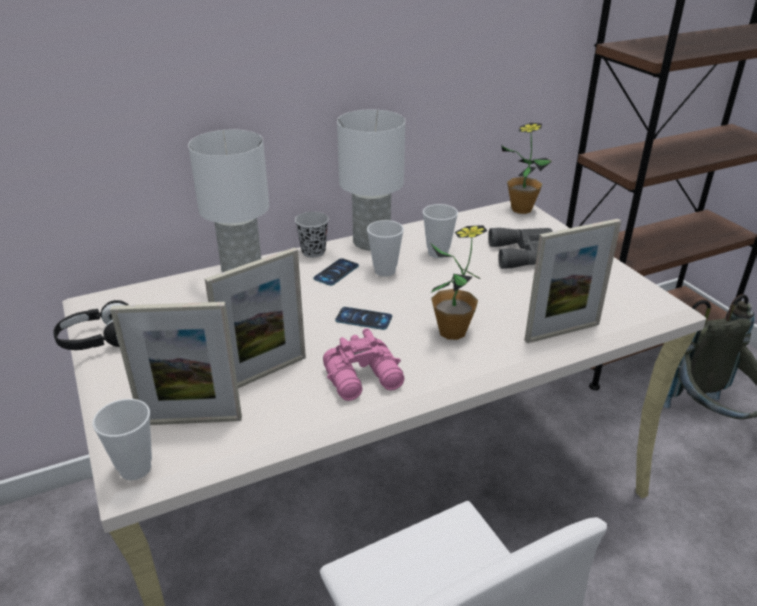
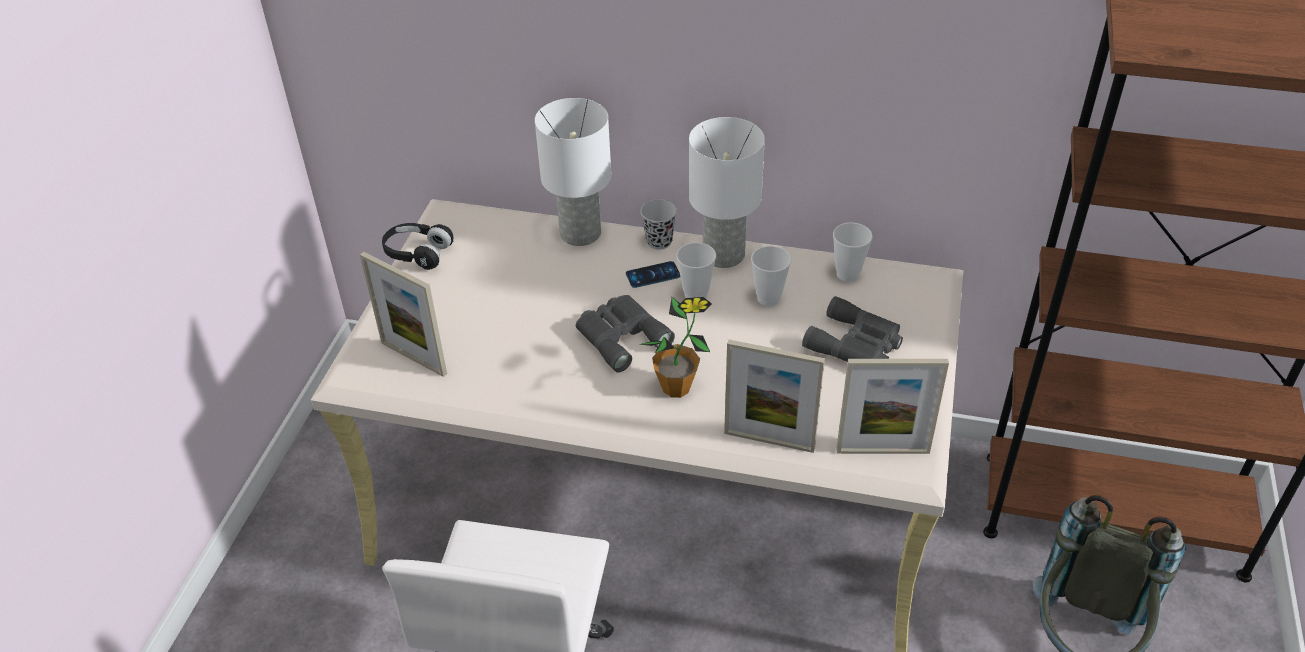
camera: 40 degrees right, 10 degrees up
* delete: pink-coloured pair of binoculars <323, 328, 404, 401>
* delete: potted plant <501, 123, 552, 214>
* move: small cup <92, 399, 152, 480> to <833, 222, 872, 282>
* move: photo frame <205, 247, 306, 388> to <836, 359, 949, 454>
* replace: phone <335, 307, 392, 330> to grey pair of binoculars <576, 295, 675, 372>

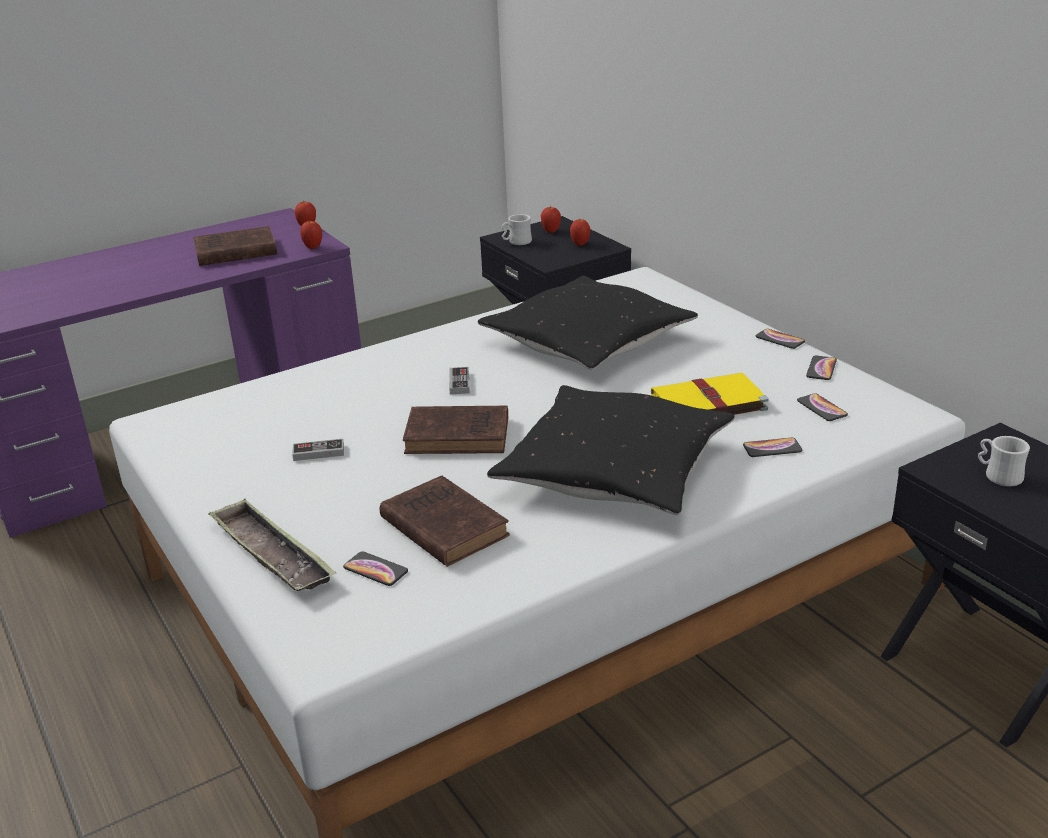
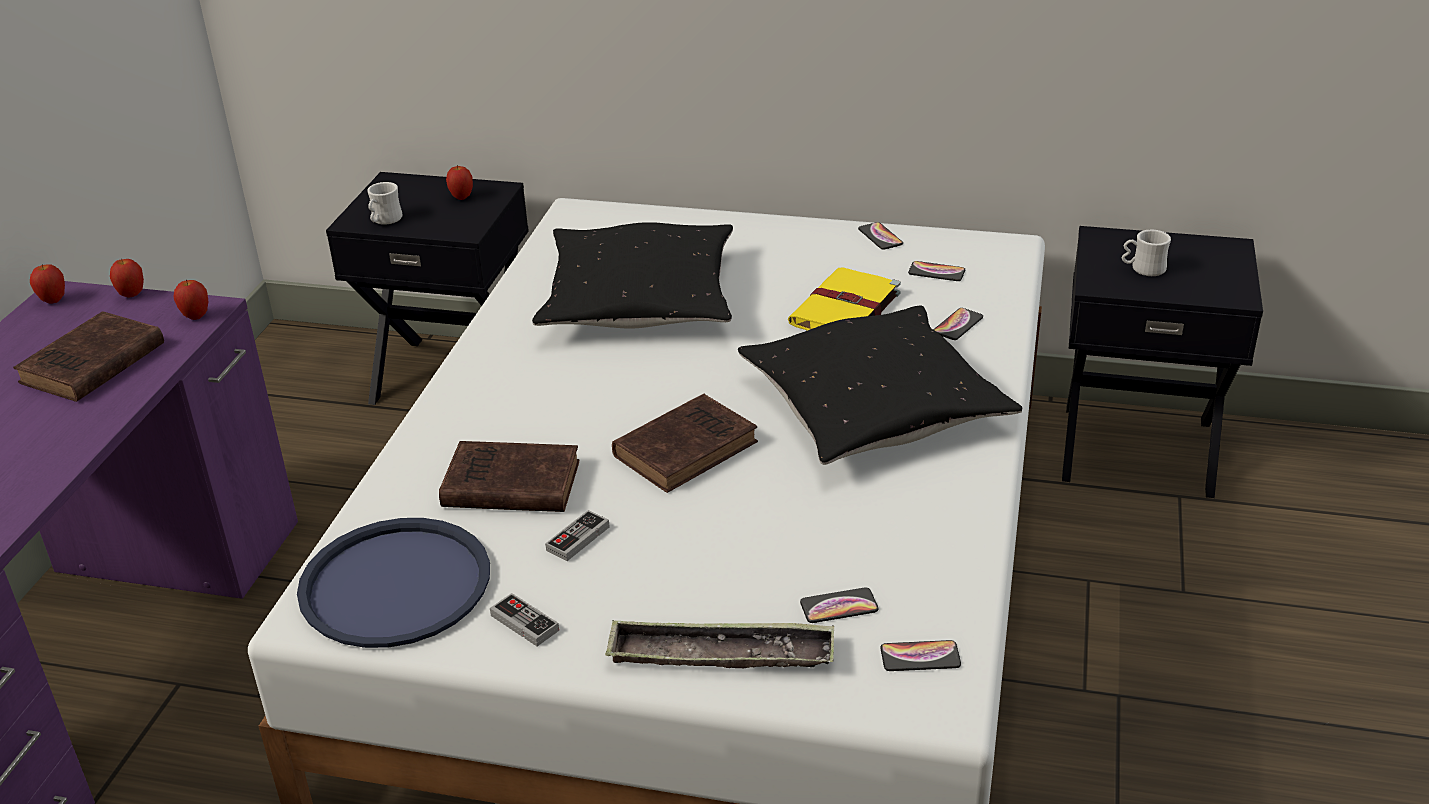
camera: 45 degrees left, 5 degrees up
* insert: bluish tray <297, 518, 490, 648>
* move: brownish volume <380, 476, 510, 567> to <439, 441, 580, 512>
* move: game controller <449, 367, 470, 395> to <490, 593, 559, 646>
* move: apple fruit <541, 205, 561, 233> to <30, 264, 65, 303>
* move: phone <755, 329, 805, 349> to <881, 640, 961, 671>

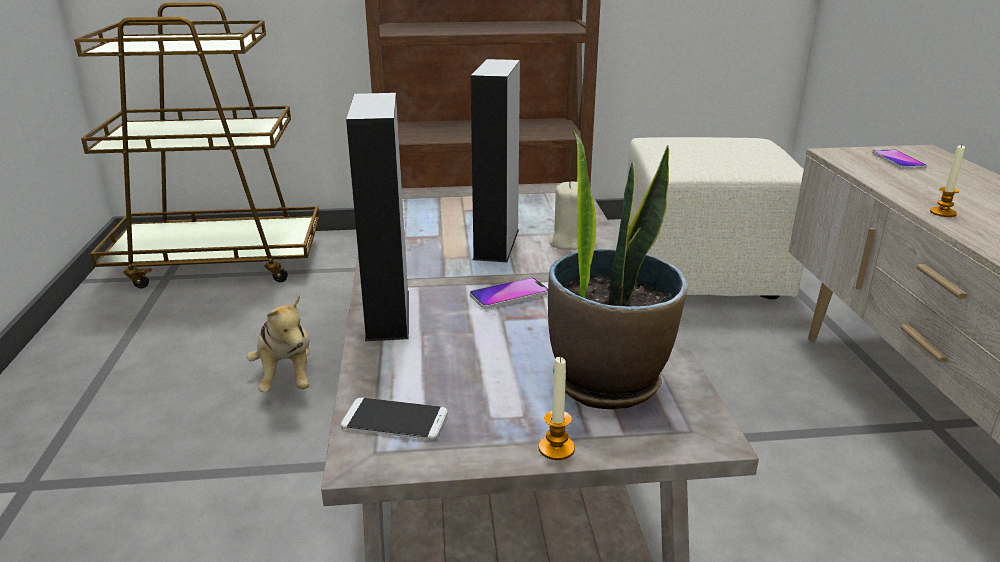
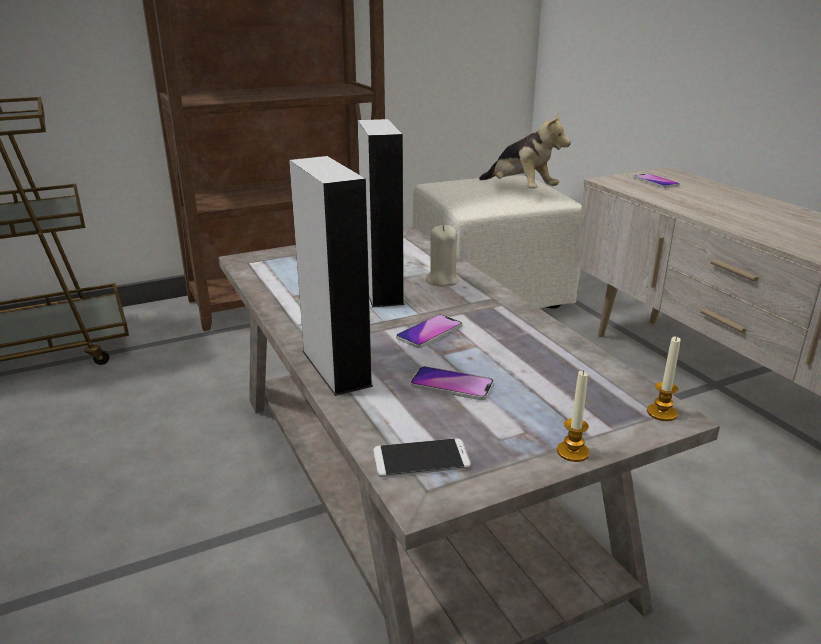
camera: 20 degrees left, 0 degrees up
* delete: potted plant <548, 130, 688, 409>
* insert: phone <410, 366, 494, 400>
* move: plush toy <247, 294, 310, 392> to <479, 113, 571, 189>
* move: wax candle <930, 145, 965, 217> to <647, 336, 681, 421>

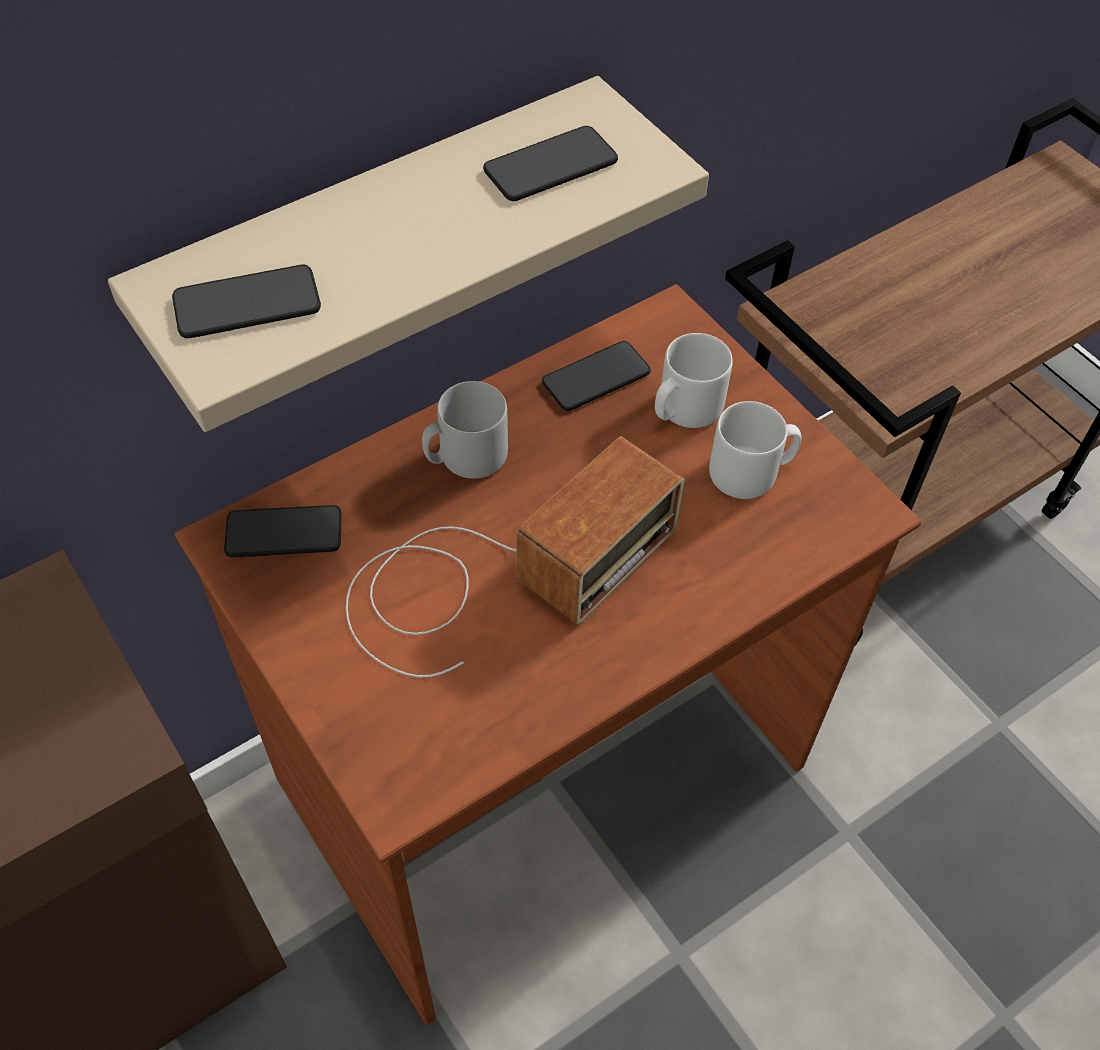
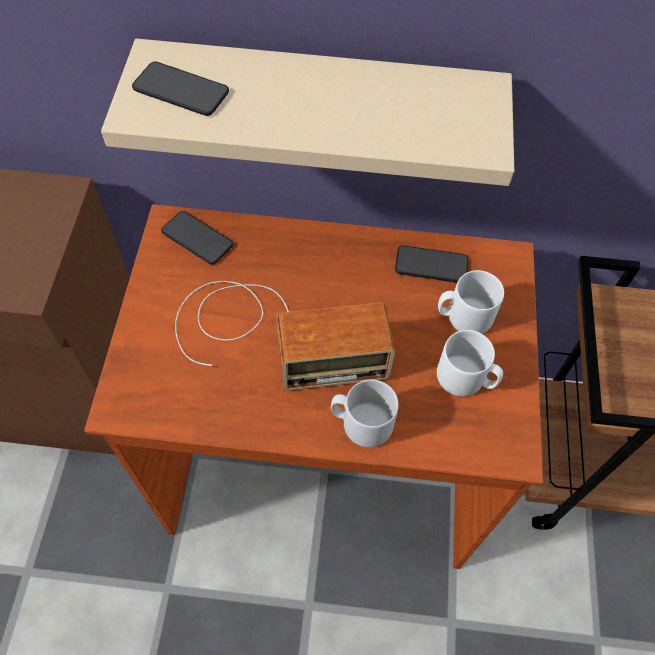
camera: 40 degrees right, 5 degrees up
* delete: phone <483, 126, 618, 201>
* move: grey mug <422, 381, 508, 479> to <331, 379, 399, 447>

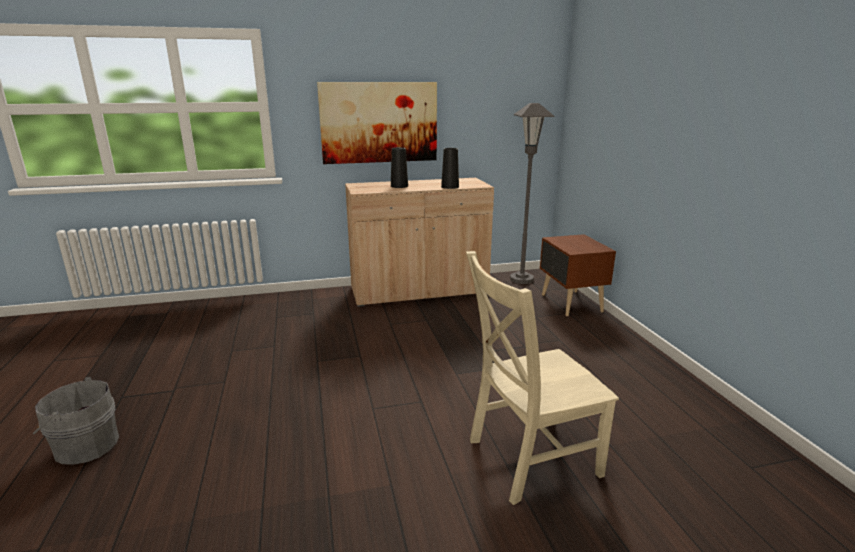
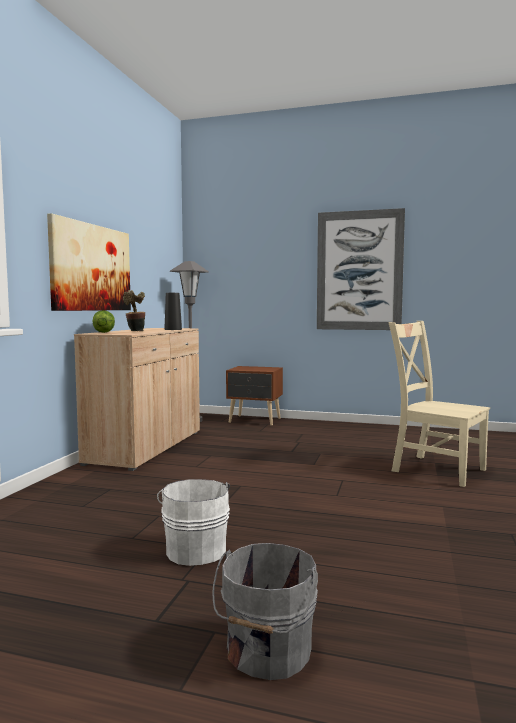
camera: 60 degrees left, 15 degrees down
* insert: lettuce head <93, 310, 115, 333>
* insert: whitish pail <157, 479, 230, 566>
* insert: wall art <317, 208, 405, 330>
* replace: black vase <391, 147, 408, 188> to potted plant <123, 290, 145, 331>
* rotate: sand-coloured plain chair <466, 251, 619, 505> = <388, 321, 490, 487> 120 degrees clockwise

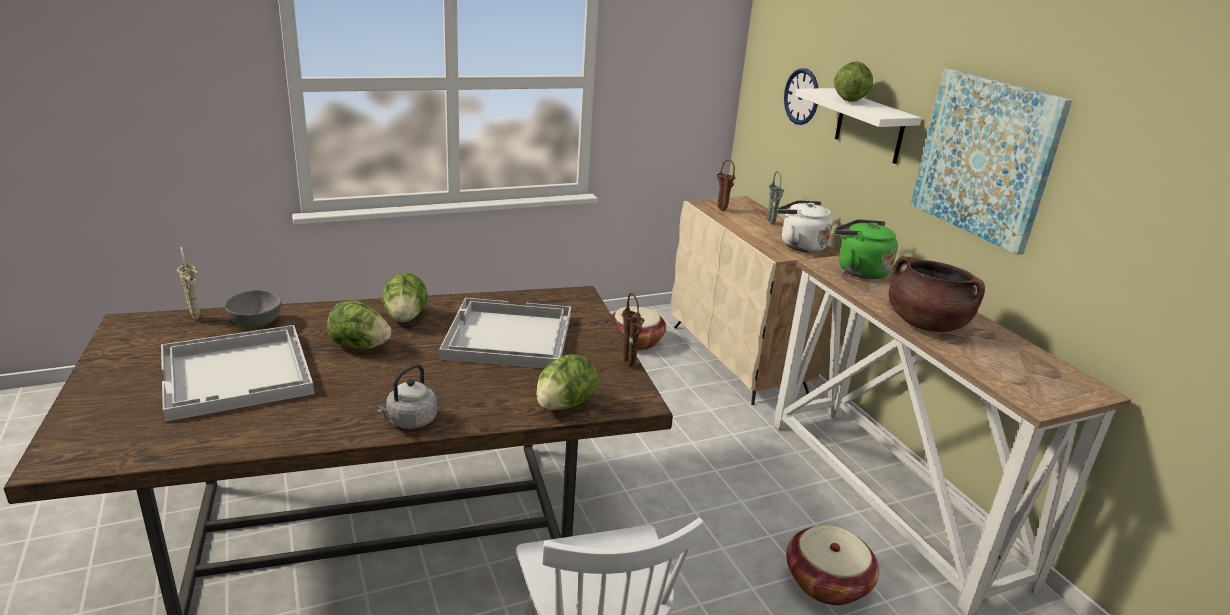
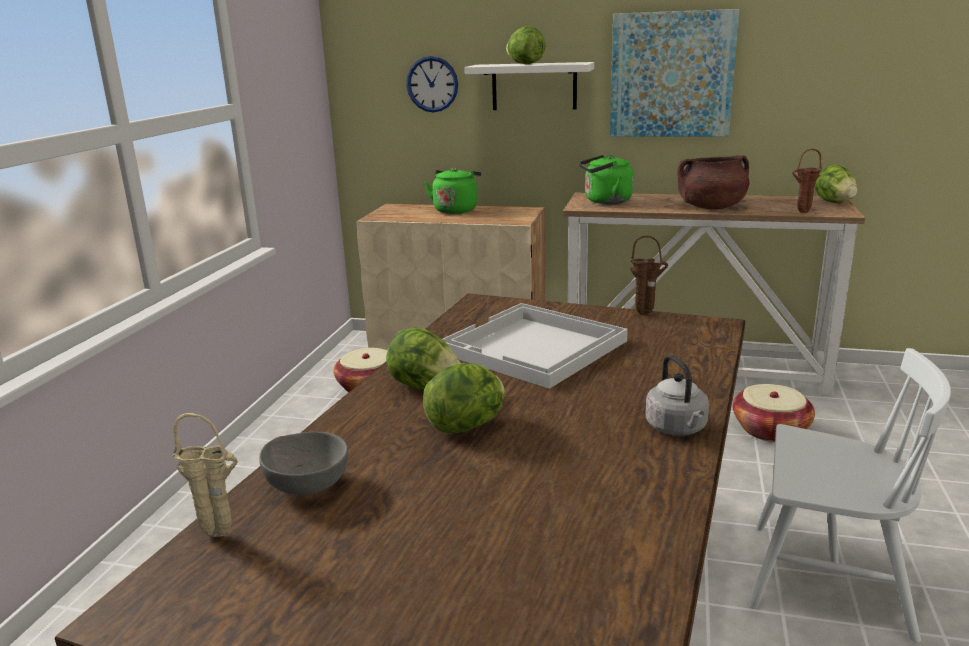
camera: 50 degrees left, 5 degrees down
* delete: whitish tray <161, 325, 314, 422>
* delete: whitish water kettle <777, 200, 833, 253>
* move: lettuce head <536, 354, 599, 411> to <815, 164, 858, 204>
* move: brownish vase <717, 160, 736, 211> to <792, 149, 822, 213>
* replace: green-coloured vase <767, 171, 784, 224> to green-coloured water kettle <425, 168, 481, 214>

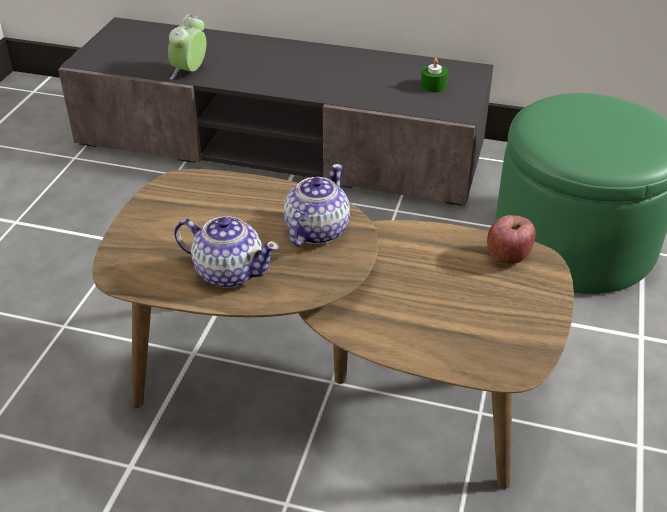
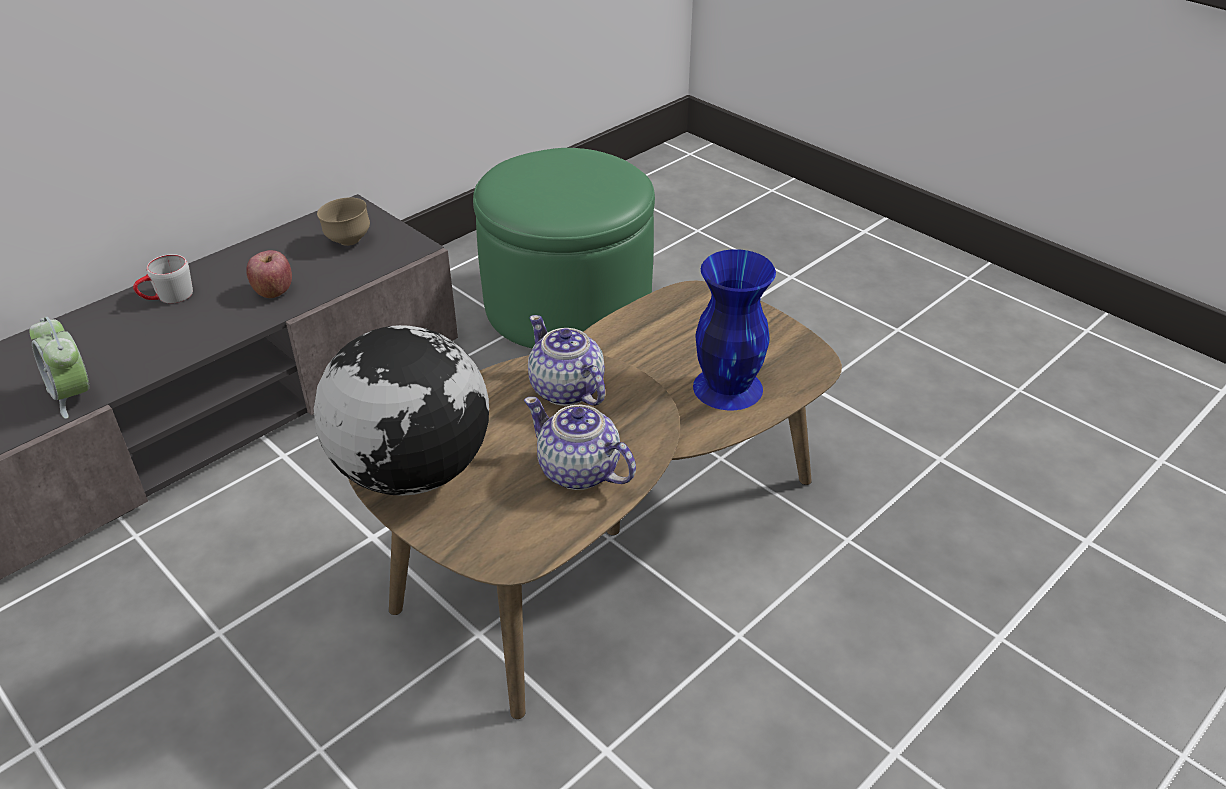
camera: 60 degrees left, 0 degrees up
* insert: grey mug <133, 254, 193, 303>
* insert: desk globe <314, 325, 489, 496>
* insert: bluish vase <693, 249, 776, 410>
* move: apple fruit <487, 215, 536, 264> to <246, 250, 292, 298>
* replace: green-coloured wax candle <421, 58, 448, 92> to brownish deep dish <317, 197, 370, 246>
* rotate: pot for tea <174, 216, 279, 288> = <524, 397, 636, 490> 105 degrees counterclockwise

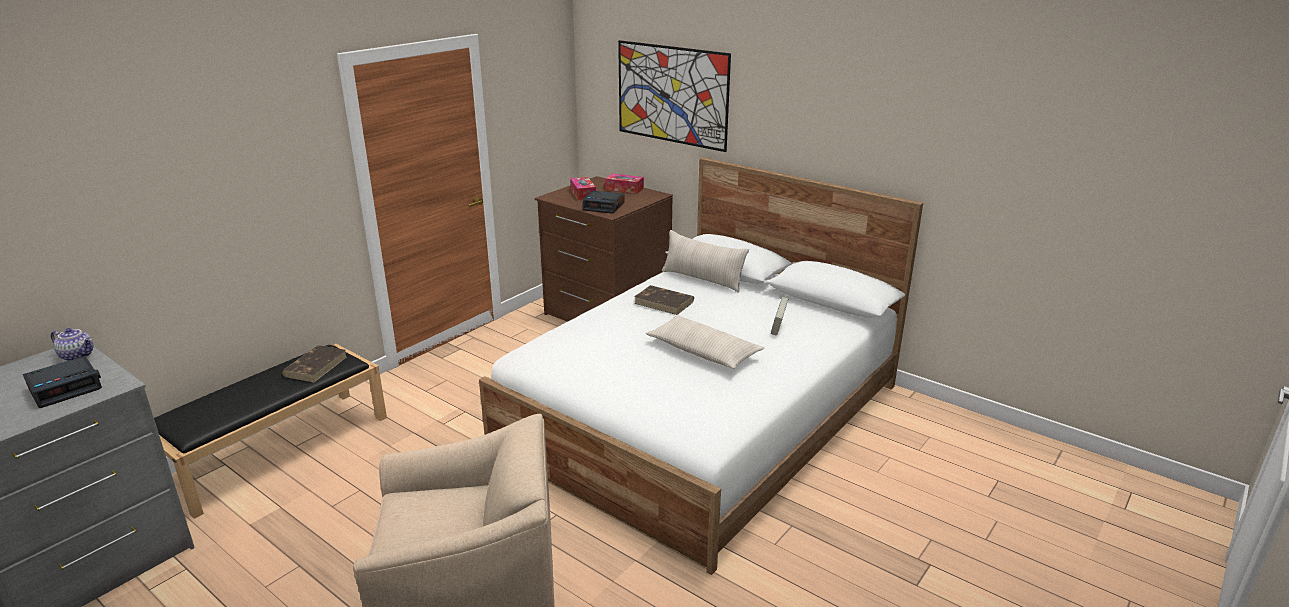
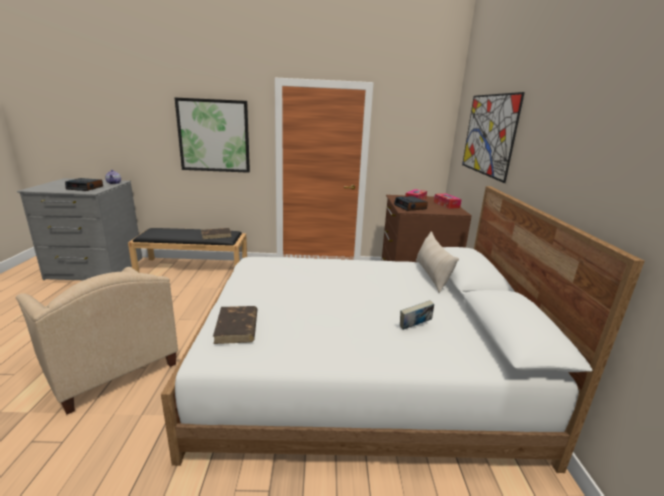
camera: 50 degrees right, 5 degrees down
* delete: sand-coloured cushion <646, 315, 764, 369>
* insert: wall art <175, 98, 250, 173>
* move: brownish volume <634, 285, 694, 315> to <213, 306, 258, 344>

